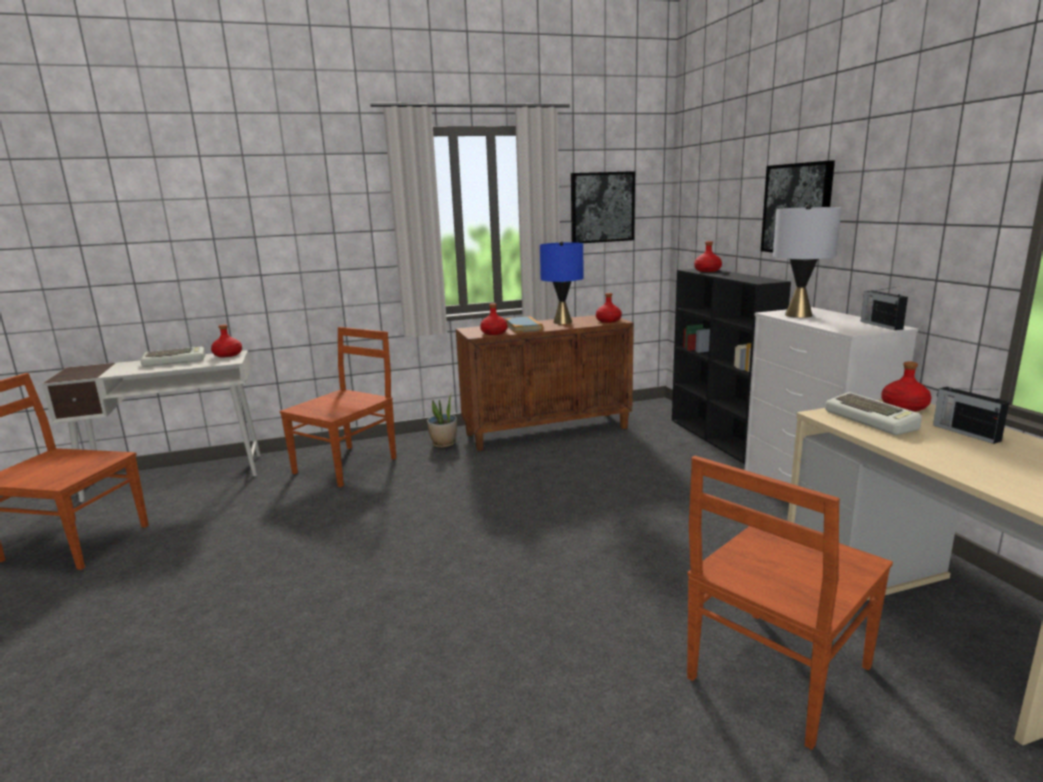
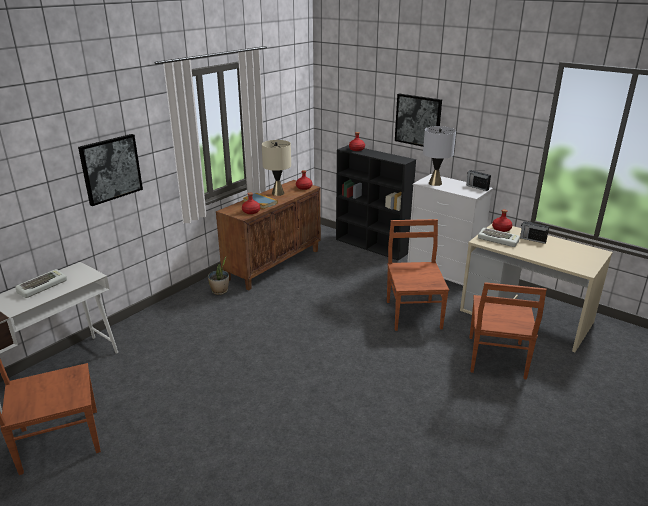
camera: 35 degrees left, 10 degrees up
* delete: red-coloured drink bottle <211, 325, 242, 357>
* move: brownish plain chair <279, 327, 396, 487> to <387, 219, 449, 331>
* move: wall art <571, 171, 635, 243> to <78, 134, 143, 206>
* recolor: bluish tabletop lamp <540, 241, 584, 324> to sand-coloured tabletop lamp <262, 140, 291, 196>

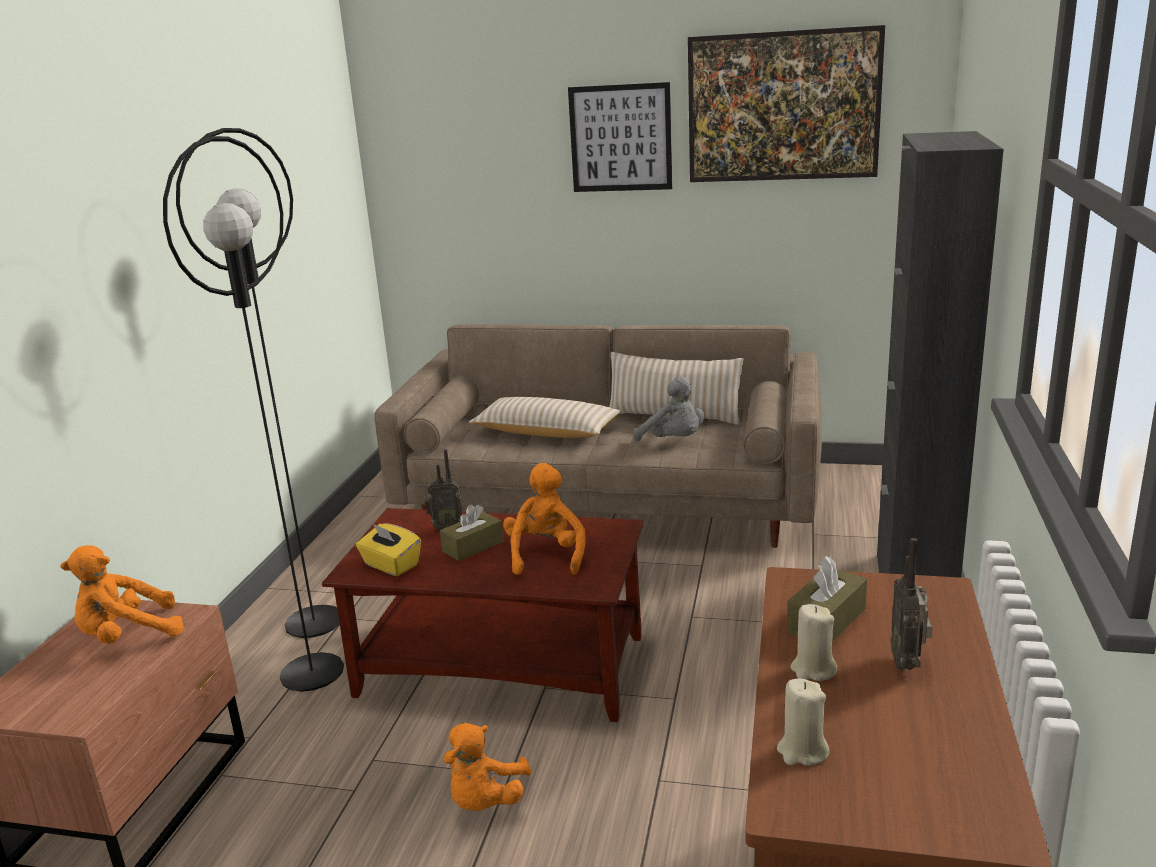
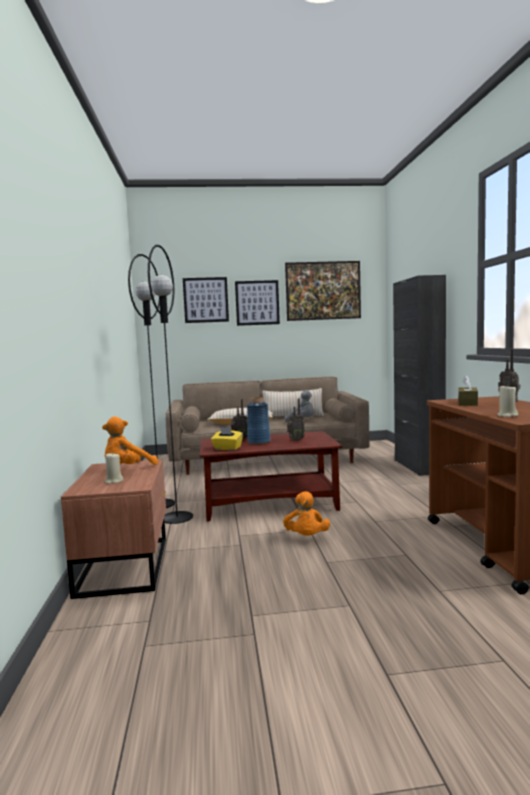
camera: 20 degrees left, 15 degrees down
* insert: wall art <183, 277, 229, 323>
* move: sand-coloured wax candle <790, 604, 837, 681> to <105, 453, 124, 484>
* replace: brownish tissue holder <440, 504, 504, 561> to bluish vase <247, 397, 270, 444>
* replace: orange-coloured plush toy <503, 463, 586, 575> to radio <287, 398, 305, 441>

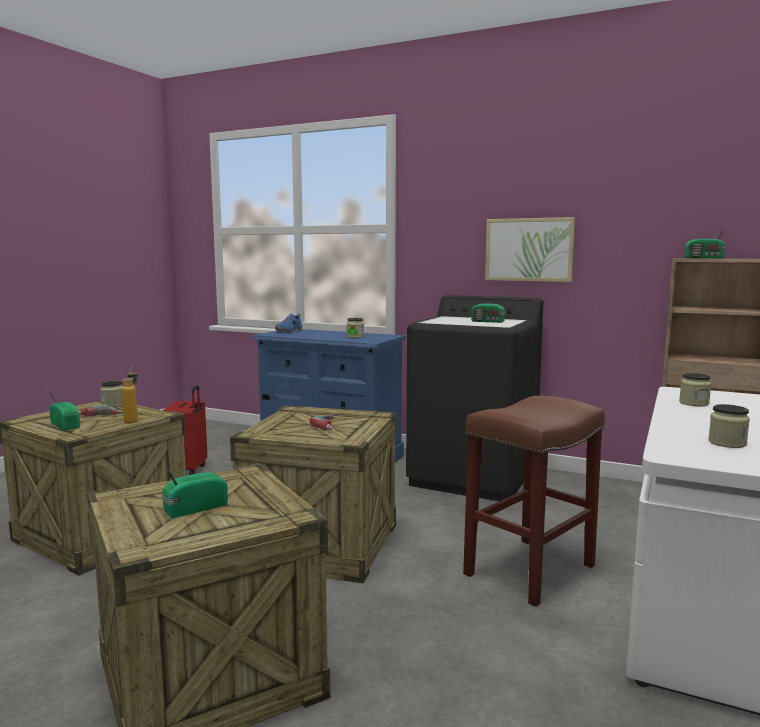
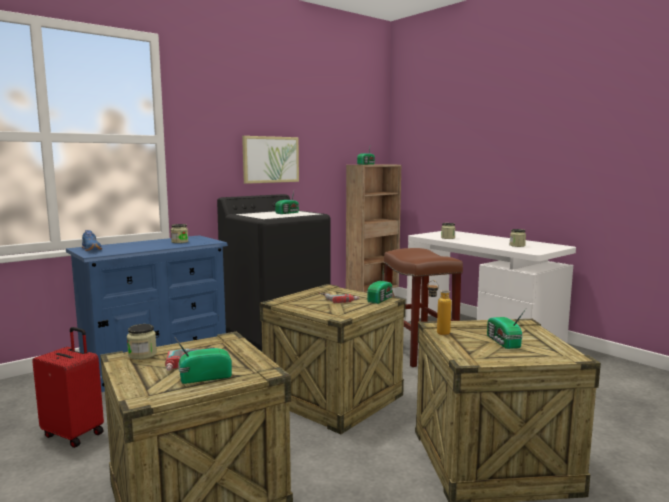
camera: 65 degrees left, 0 degrees up
* insert: radio <367, 270, 393, 304>
* move: drink bottle <122, 367, 138, 424> to <428, 280, 451, 335>

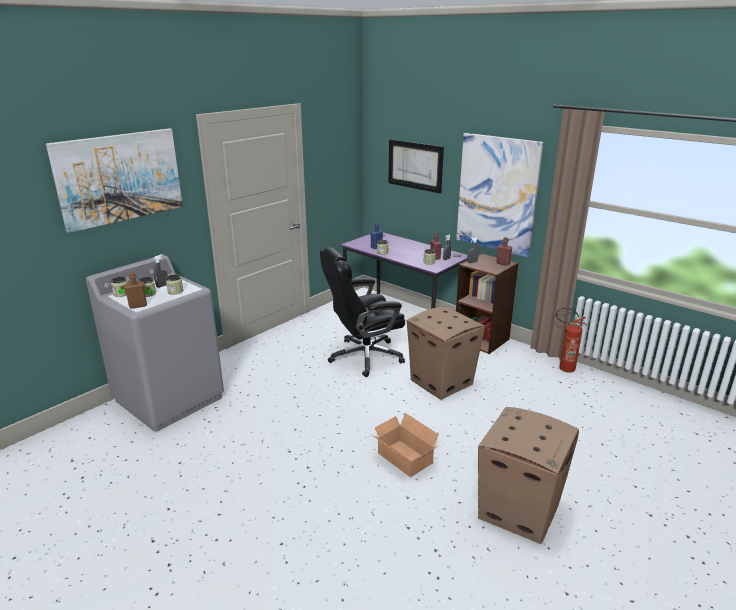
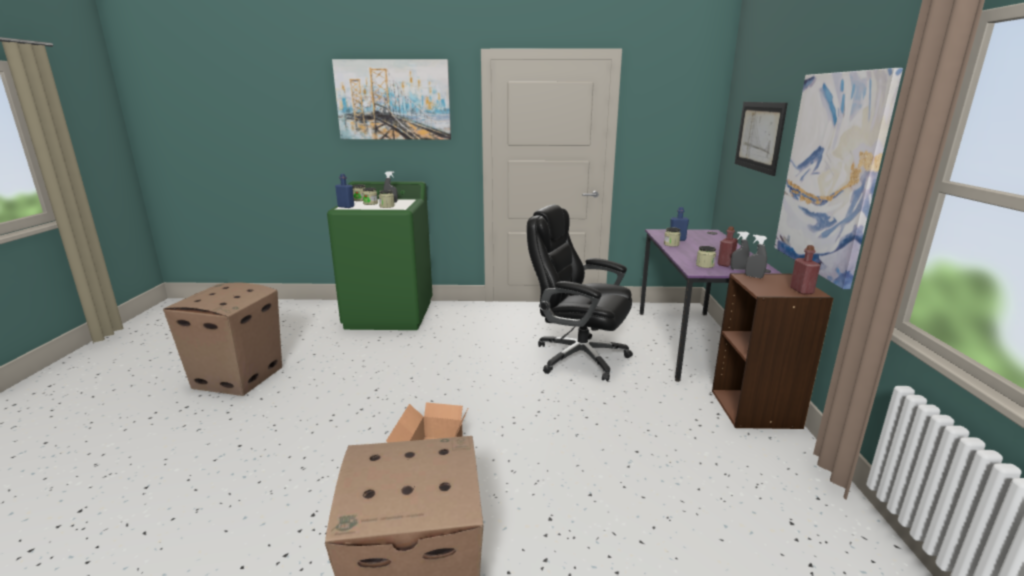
camera: 50 degrees right, 5 degrees down
* delete: fire extinguisher <556, 307, 587, 373>
* move: packing box <407, 306, 485, 400> to <163, 282, 282, 396>
* recolor: grey laundry machine <86, 255, 224, 432> to green-coloured laundry machine <327, 181, 433, 330>
* recolor: brownish drink bottle <124, 272, 147, 309> to bluish drink bottle <335, 174, 354, 208>

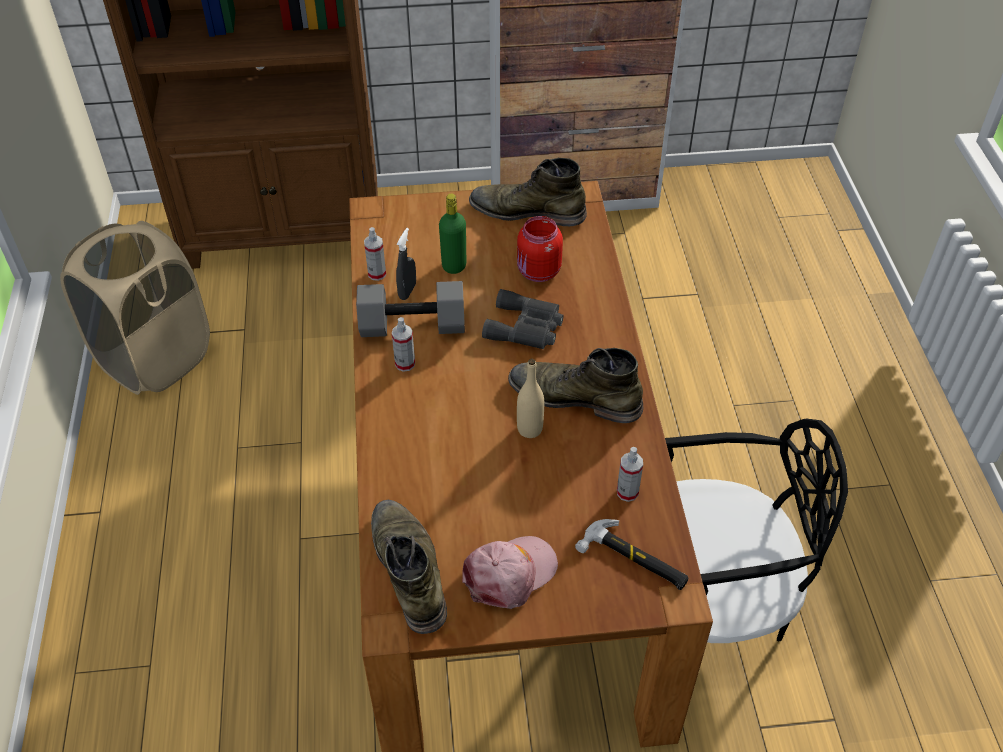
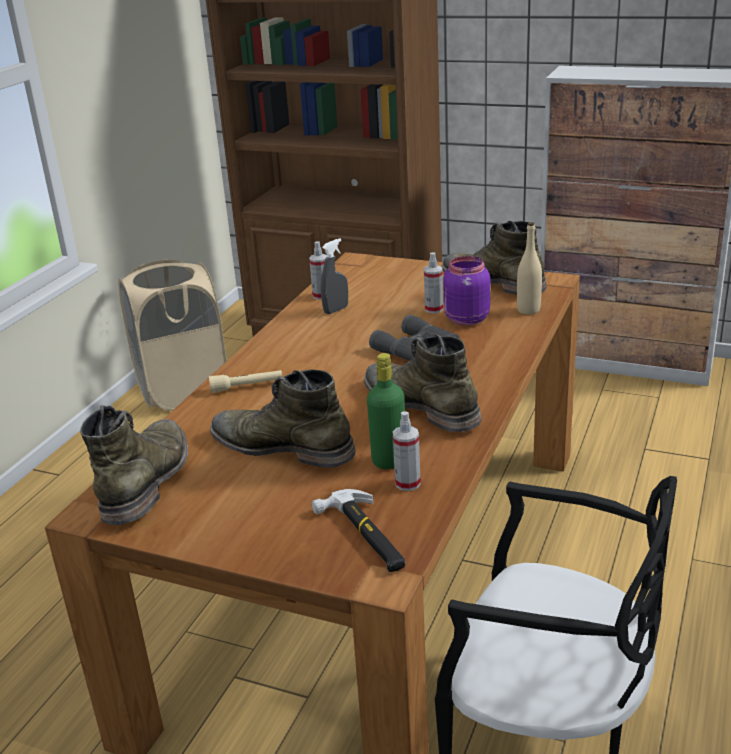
camera: 30 degrees right, 20 degrees down
* delete: grey dumbbell <356, 281, 465, 337>
* delete: pink-coloured cap <462, 536, 558, 609>
* insert: sand-coloured hand torch <209, 370, 282, 393>
* insert: green-coloured high-top boot <210, 369, 356, 468>
* move: sprayer <392, 317, 415, 372> to <424, 252, 443, 313>
* move: green-coloured drink bottle <439, 194, 466, 274> to <367, 353, 405, 469>
* move: sand-coloured drink bottle <517, 358, 544, 438> to <517, 222, 542, 315>
* recolor: red-coloured storage jar <517, 216, 563, 282> to purple-coloured storage jar <443, 256, 490, 326>

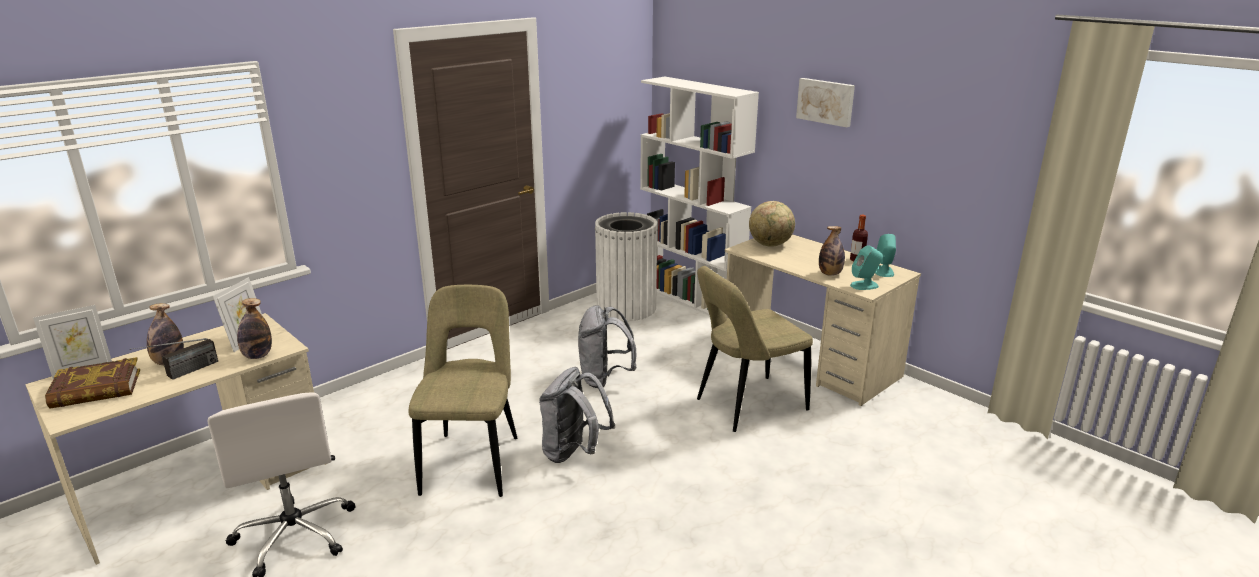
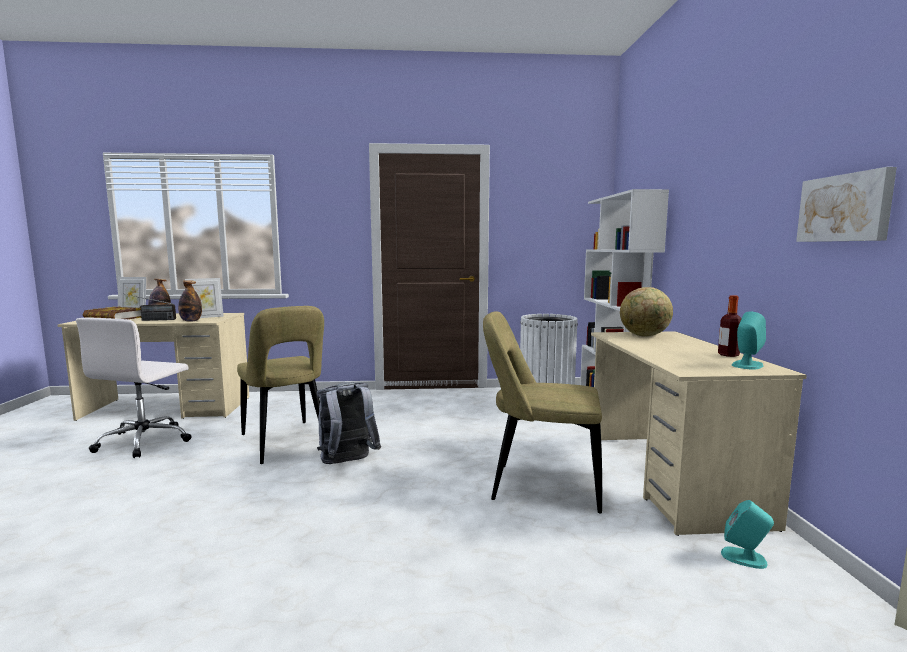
camera: 40 degrees right, 15 degrees down
* delete: grey knapsack <578, 305, 637, 388>
* delete: drink bottle <819, 226, 845, 276>
* move: wall art <796, 78, 855, 127> to <796, 167, 897, 242>
* move: turquoise-coloured audio speaker <850, 245, 883, 290> to <721, 500, 774, 569>
* rotate: sand-coloured plain chair <408, 285, 517, 497> = <237, 306, 324, 464> 105 degrees clockwise

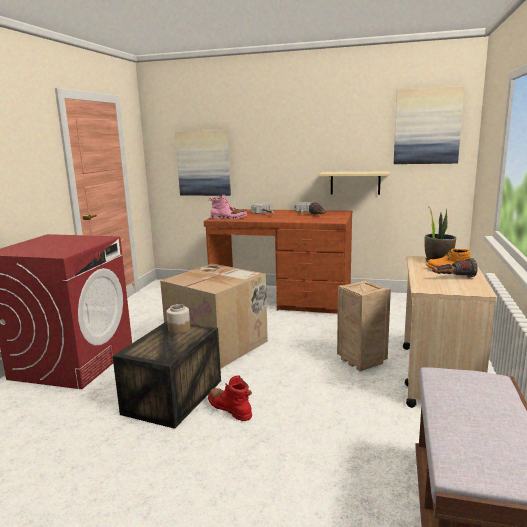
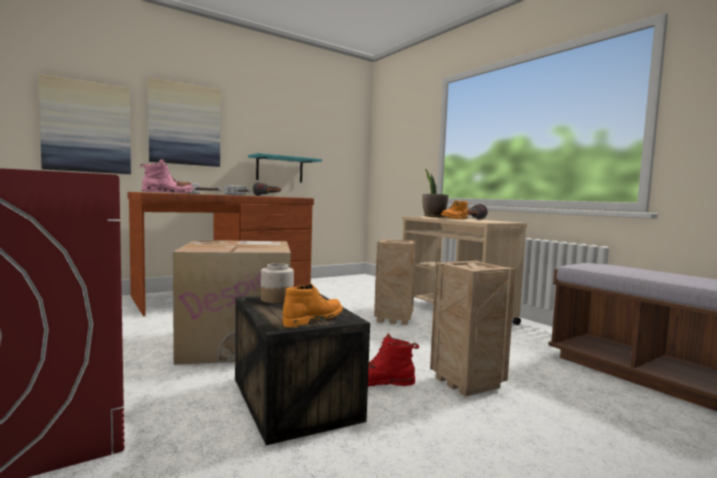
camera: 50 degrees left, 10 degrees down
* insert: orange-coloured high-top boot <282, 284, 343, 327>
* insert: crate <430, 260, 516, 397>
* move: wall art <394, 86, 464, 164> to <148, 77, 220, 167>
* recolor: sand-coloured wall shelf <319, 171, 390, 195> to turquoise-coloured wall shelf <248, 153, 322, 182>

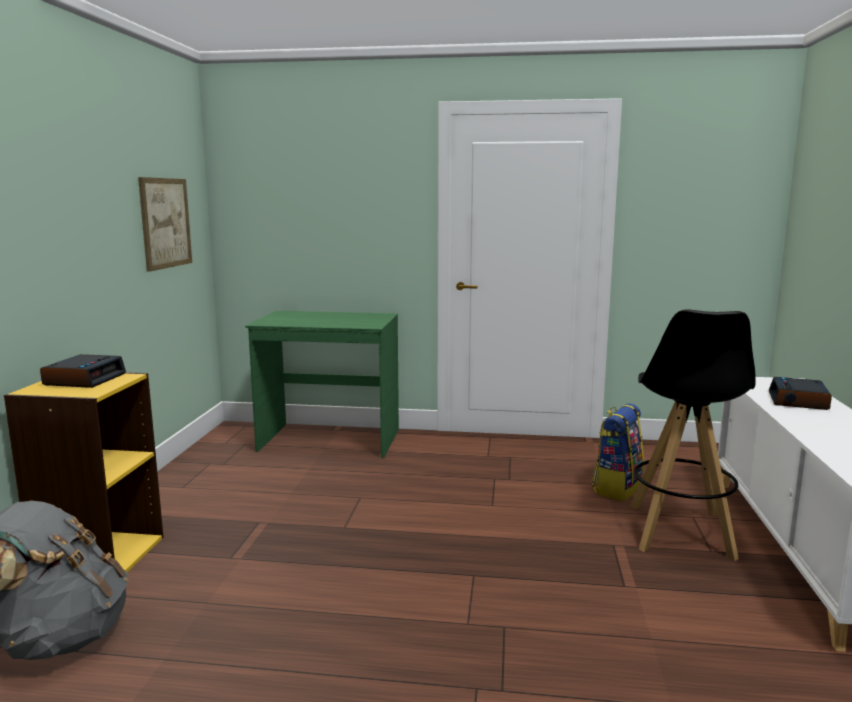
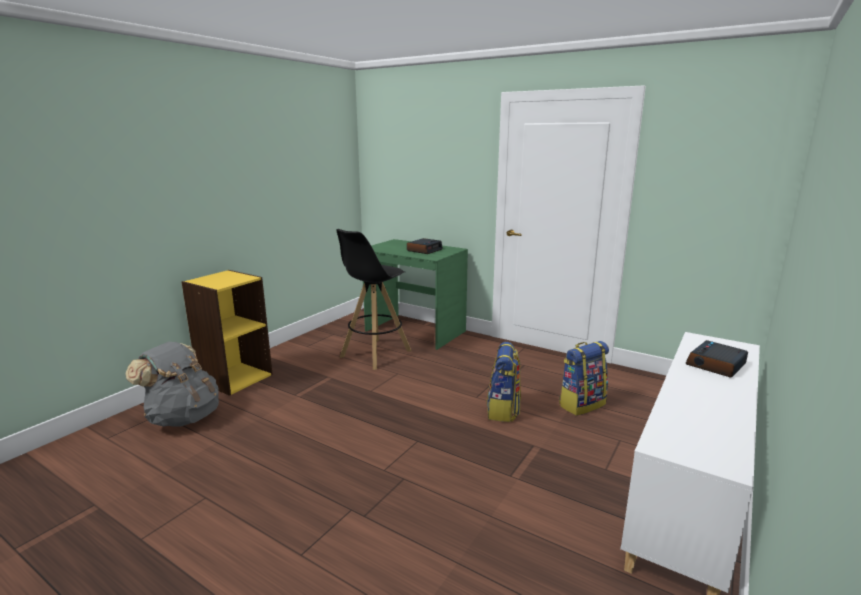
camera: 25 degrees right, 5 degrees up
* delete: wall art <138, 177, 192, 272>
* insert: knapsack <486, 342, 521, 422>
* move: table clock <40, 354, 126, 388> to <407, 238, 443, 254>
* move: black sitting stool <630, 309, 756, 561> to <337, 229, 411, 370>

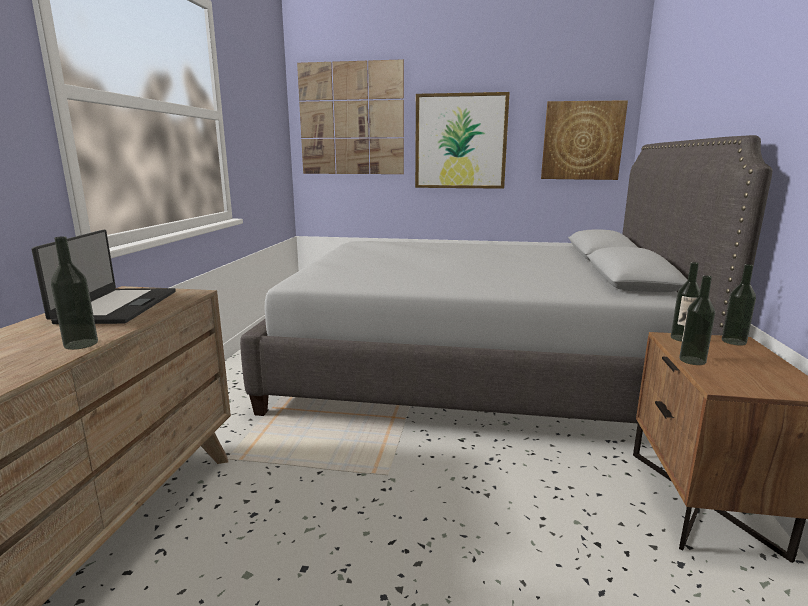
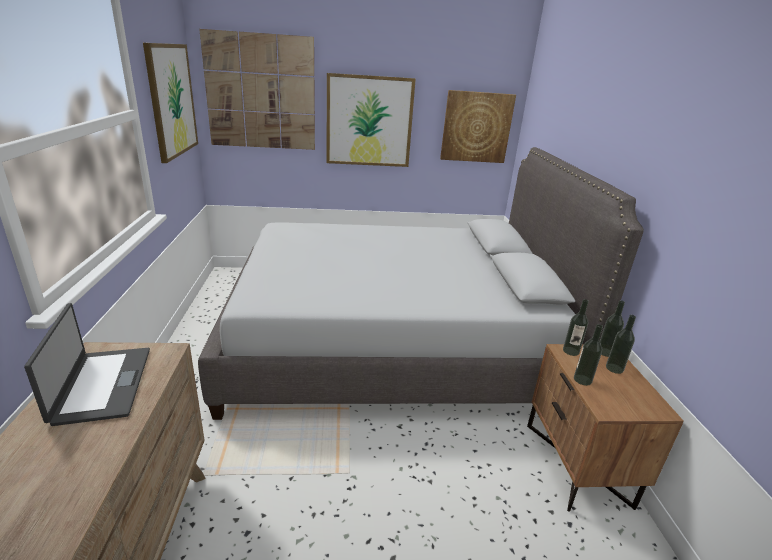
camera: 15 degrees left, 10 degrees up
* insert: wall art <143, 43, 198, 163>
* move: drink bottle <51, 236, 98, 350> to <606, 315, 636, 374>

